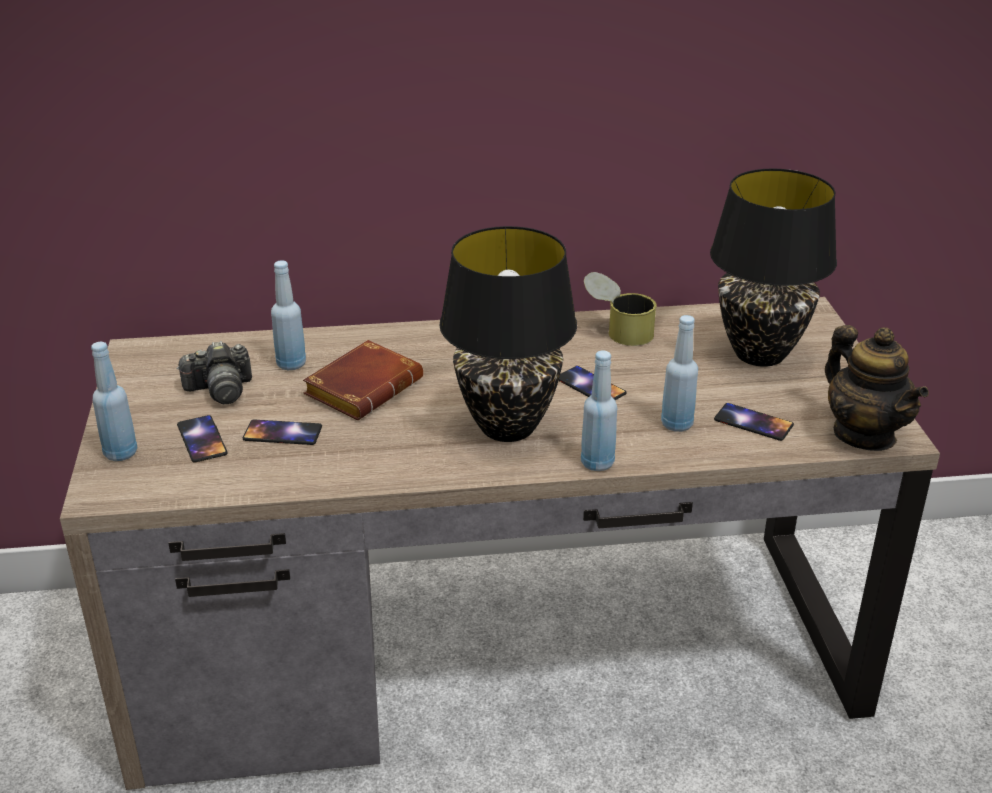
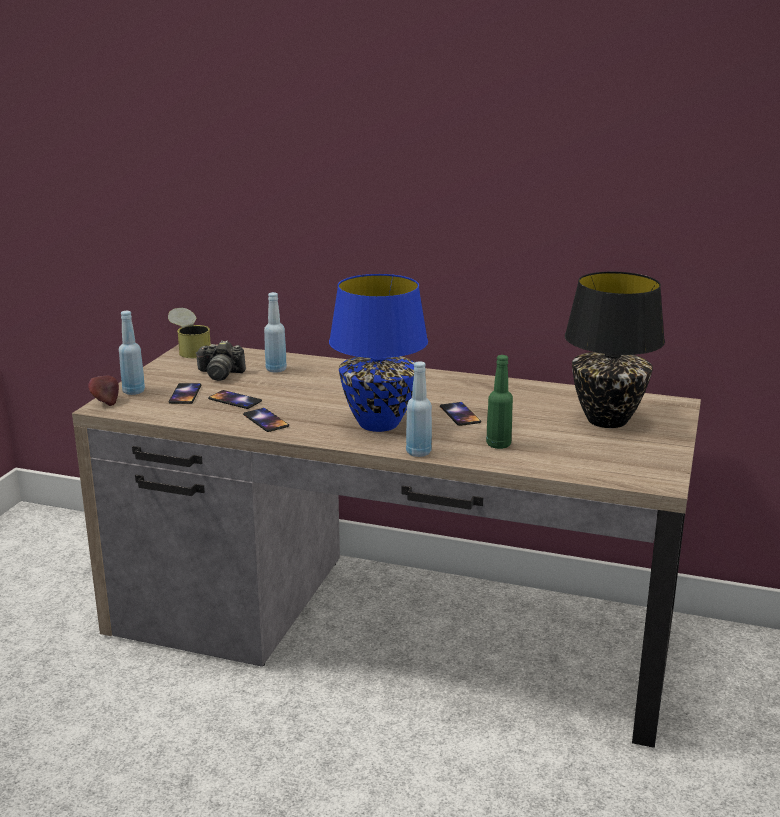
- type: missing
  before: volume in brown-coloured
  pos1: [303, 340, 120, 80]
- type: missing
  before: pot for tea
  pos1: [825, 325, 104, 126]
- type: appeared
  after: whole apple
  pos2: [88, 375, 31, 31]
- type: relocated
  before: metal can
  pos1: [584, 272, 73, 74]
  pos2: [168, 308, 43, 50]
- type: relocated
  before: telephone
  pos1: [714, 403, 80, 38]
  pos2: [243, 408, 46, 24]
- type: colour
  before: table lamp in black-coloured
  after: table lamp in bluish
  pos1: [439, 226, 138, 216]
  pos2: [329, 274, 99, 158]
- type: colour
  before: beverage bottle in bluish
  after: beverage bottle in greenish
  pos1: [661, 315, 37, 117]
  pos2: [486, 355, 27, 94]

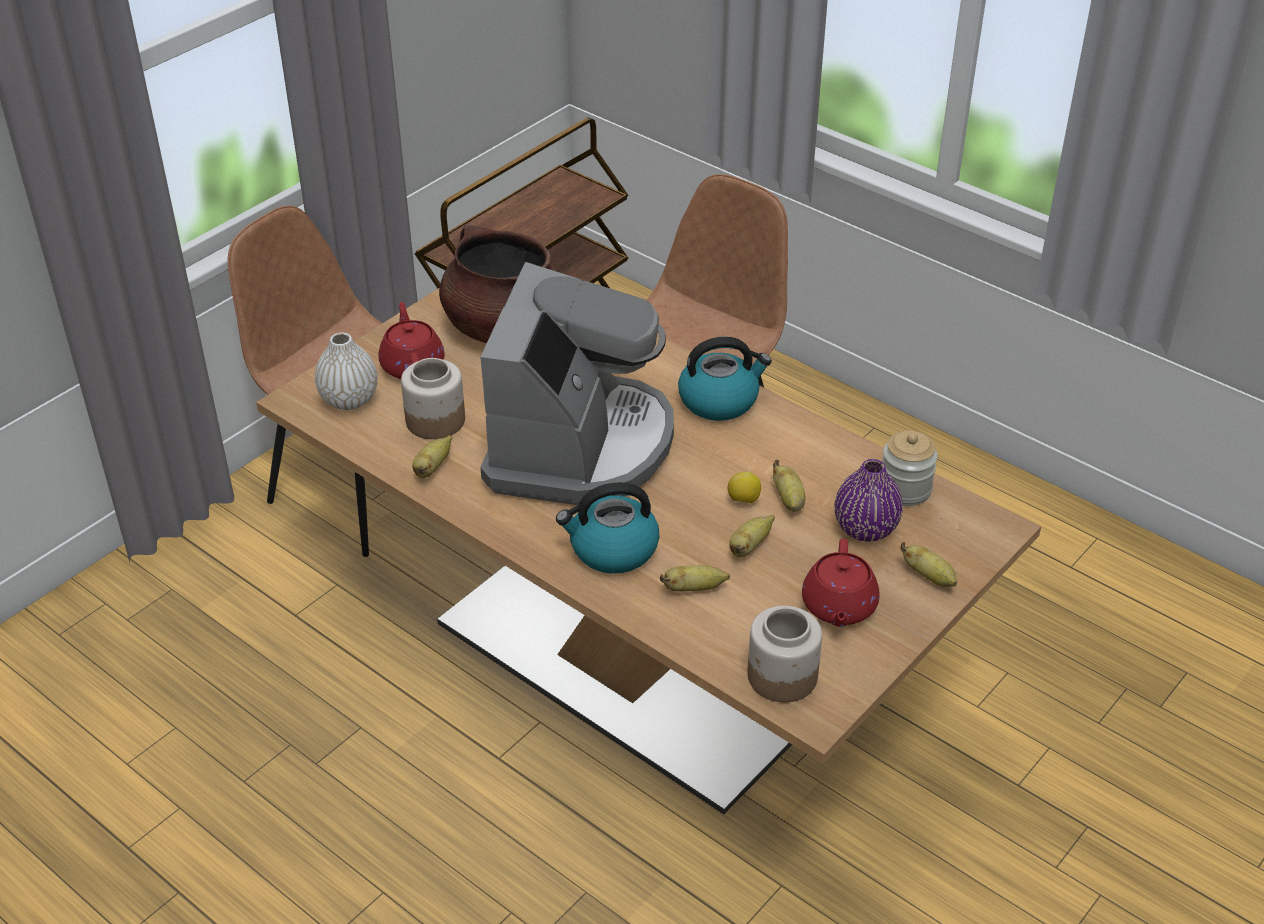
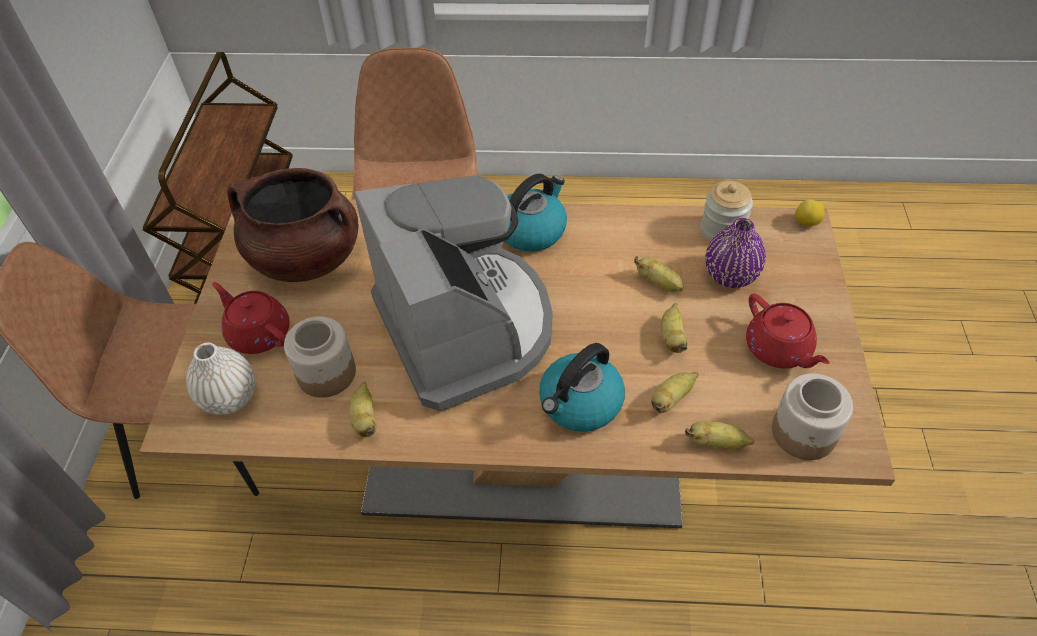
- type: relocated
  before: citrus fruit
  pos1: [728, 472, 33, 32]
  pos2: [795, 199, 30, 28]
- type: relocated
  before: banana fruit
  pos1: [900, 542, 57, 45]
  pos2: [685, 421, 69, 28]

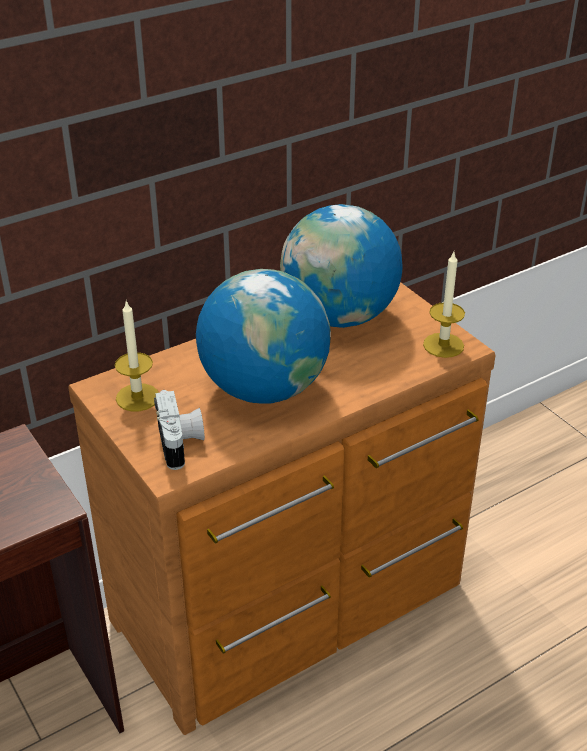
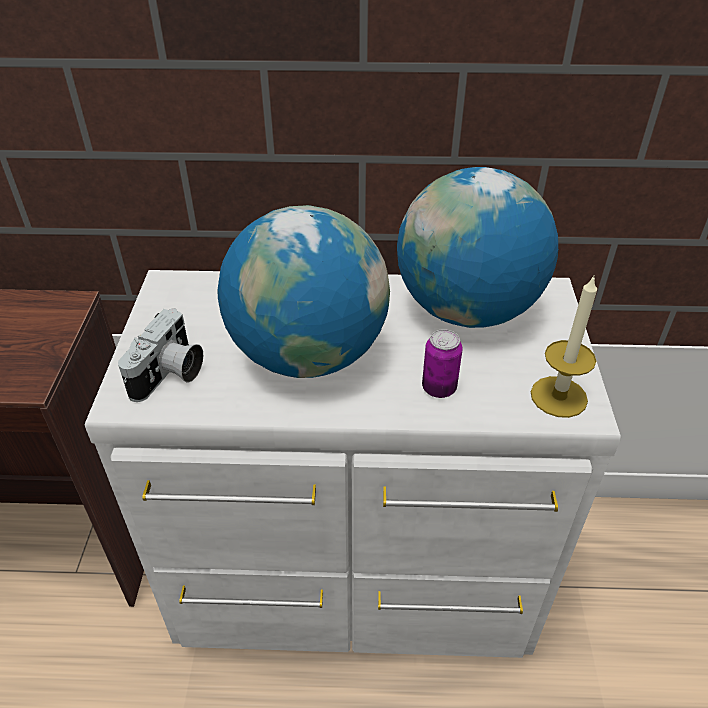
- type: missing
  before: wax light
  pos1: [115, 300, 44, 111]
- type: appeared
  after: metal can
  pos2: [422, 329, 41, 69]
- type: colour
  before: dresser in brown-coloured
  after: dresser in white-coloured
  pos1: [68, 282, 428, 453]
  pos2: [85, 270, 536, 388]

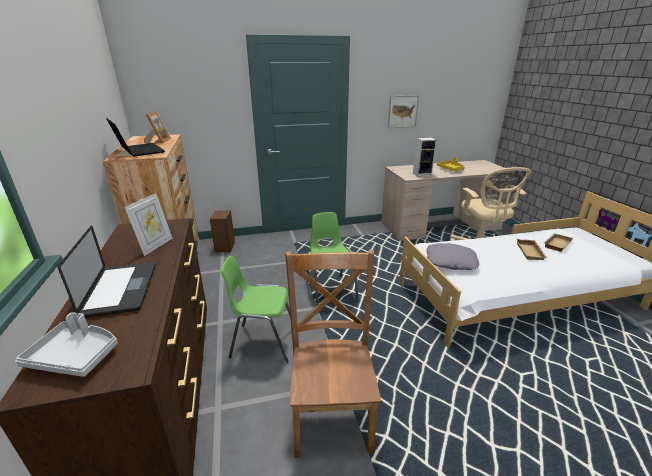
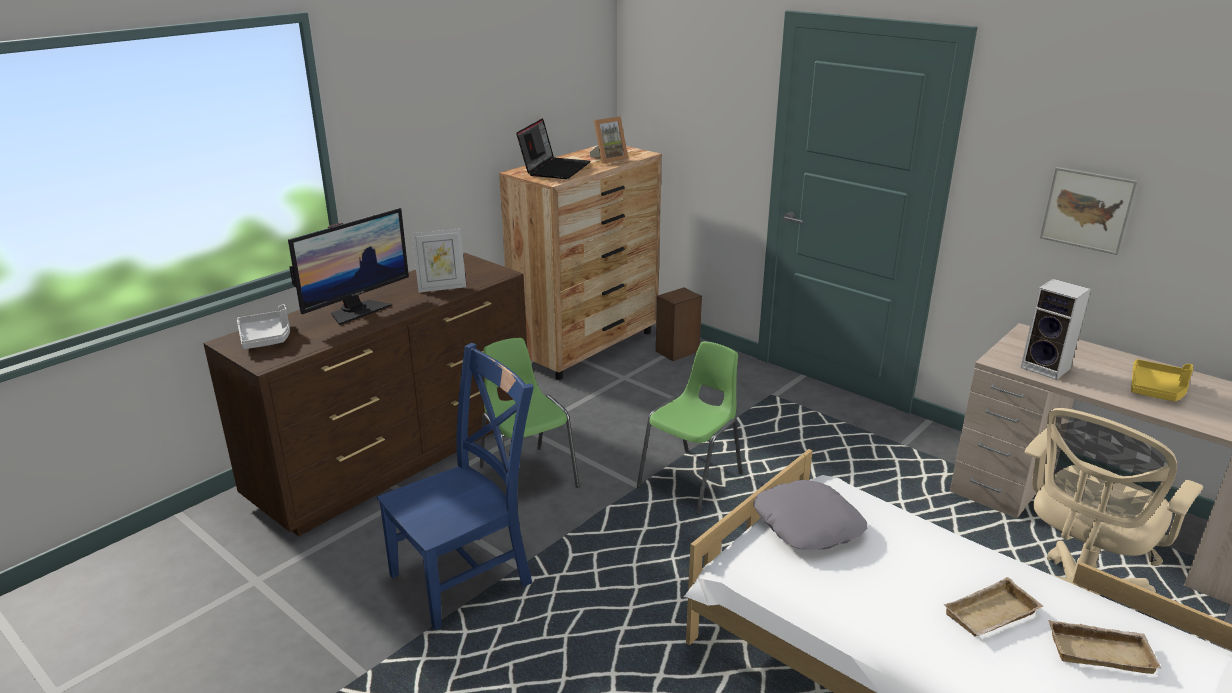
- type: exchanged
  before: portable computer
  after: computer screen
  pos1: [58, 225, 98, 93]
  pos2: [288, 208, 121, 117]
- type: colour
  before: chair in brown-coloured
  after: chair in bluish
  pos1: [285, 250, 96, 208]
  pos2: [377, 343, 157, 287]

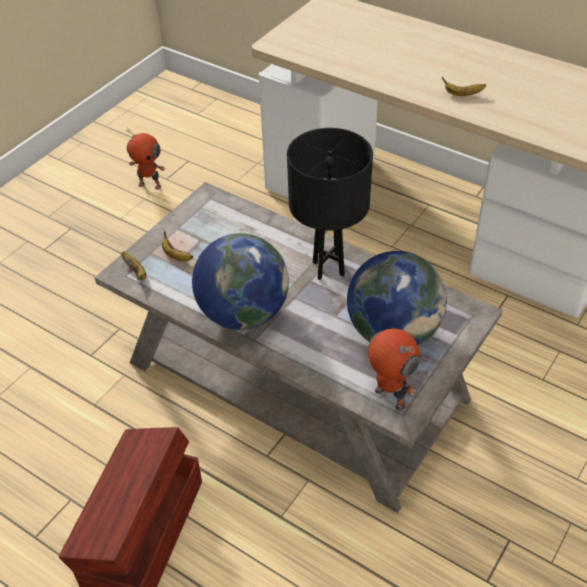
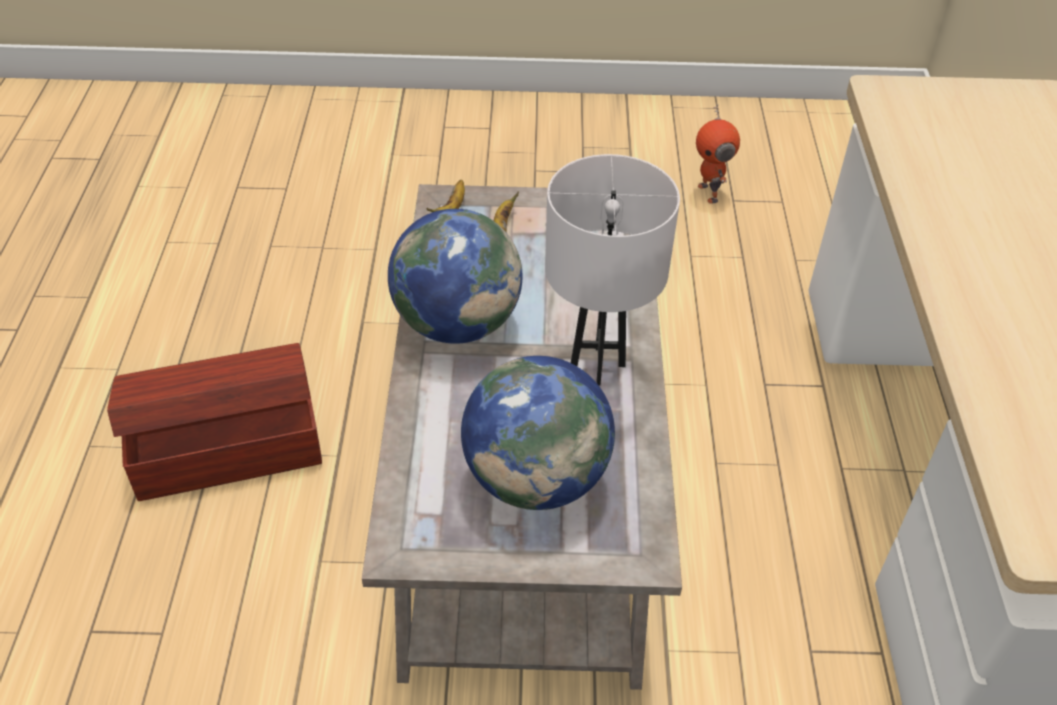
- type: missing
  before: robot figure
  pos1: [368, 328, 52, 83]
- type: missing
  before: banana fruit
  pos1: [442, 77, 44, 19]
- type: colour
  before: table lamp in black-coloured
  after: table lamp in white-coloured
  pos1: [287, 128, 86, 152]
  pos2: [545, 154, 135, 232]

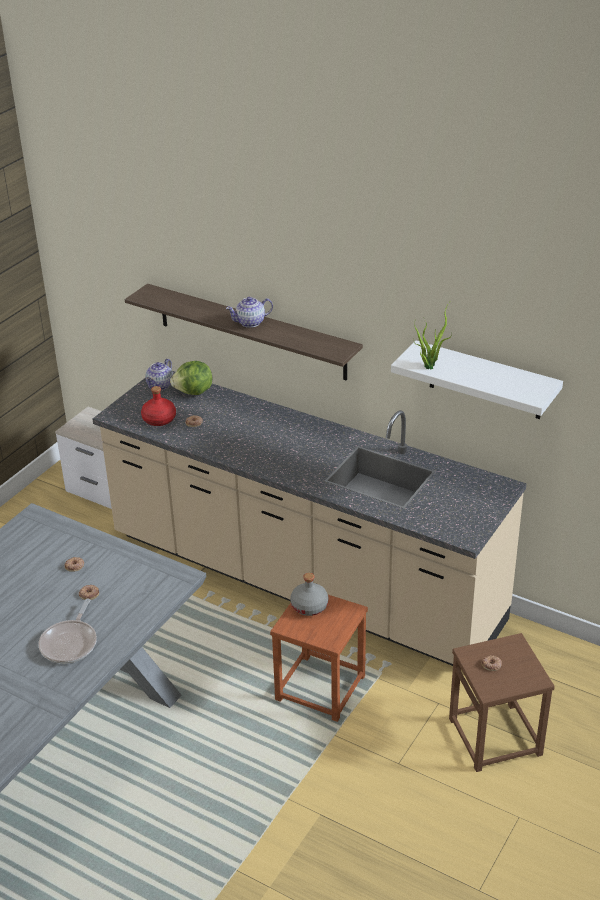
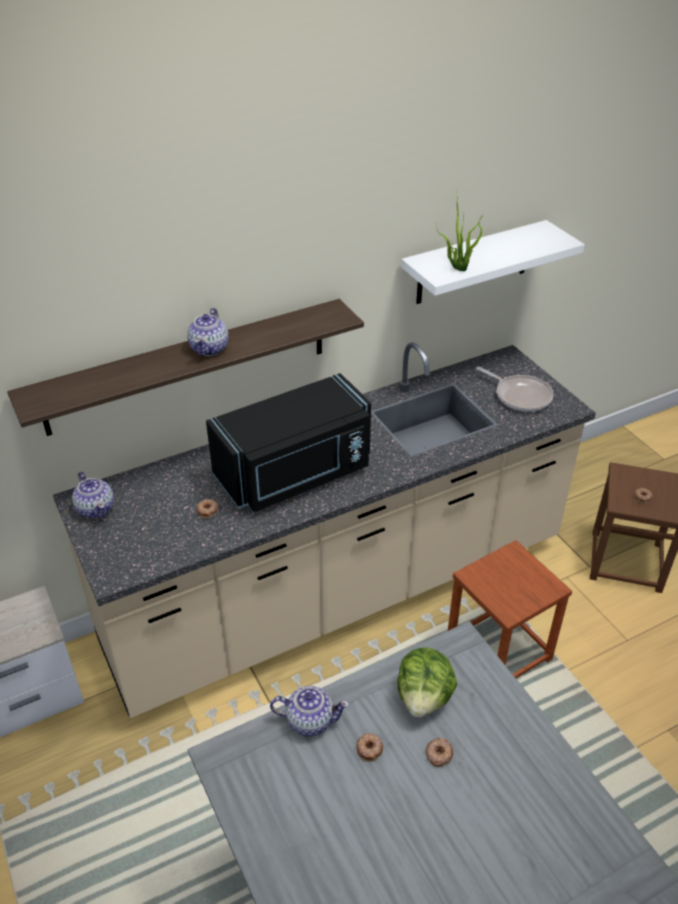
- type: missing
  before: beverage bottle in reddish
  pos1: [141, 386, 35, 40]
- type: missing
  before: beverage bottle in greyish
  pos1: [290, 573, 39, 43]
- type: appeared
  after: microwave in black-coloured
  pos2: [206, 373, 165, 139]
- type: appeared
  after: pot for tea
  pos2: [270, 686, 79, 50]
- type: relocated
  before: frying pan
  pos1: [38, 598, 59, 66]
  pos2: [476, 367, 77, 45]
- type: relocated
  before: head of lettuce
  pos1: [170, 361, 42, 34]
  pos2: [397, 647, 60, 70]

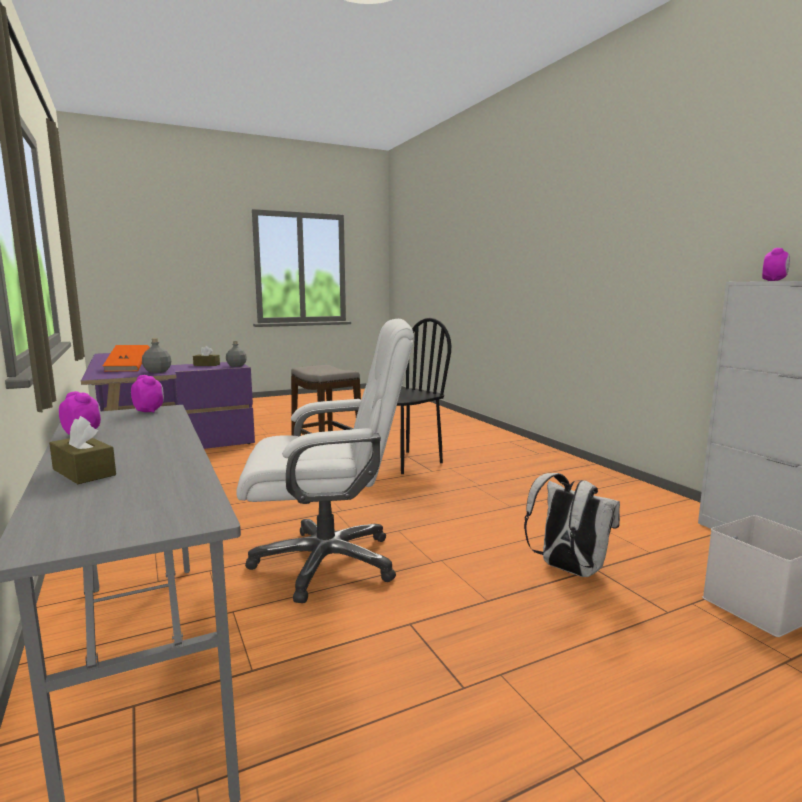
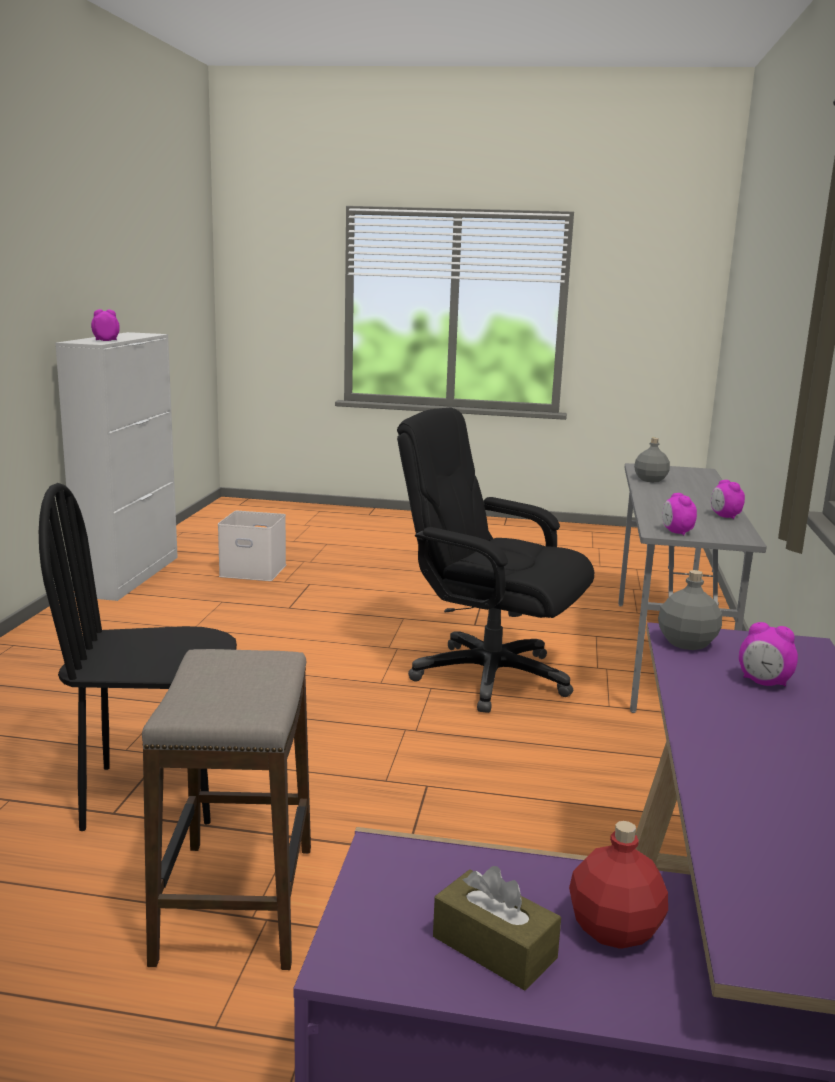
- type: missing
  before: tissue holder in brown-coloured
  pos1: [49, 416, 67, 68]
- type: missing
  before: backpack in white-coloured
  pos1: [524, 473, 96, 104]
- type: appeared
  after: beverage bottle in reddish
  pos2: [569, 821, 99, 128]
- type: relocated
  before: beverage bottle in greyish
  pos1: [226, 341, 21, 26]
  pos2: [634, 438, 36, 44]
- type: exchanged
  before: volume in orange-coloured
  after: table clock
  pos1: [103, 345, 47, 26]
  pos2: [739, 622, 59, 64]
- type: colour
  before: computer chair in white-coloured
  after: computer chair in black-coloured
  pos1: [236, 319, 178, 284]
  pos2: [397, 408, 197, 305]

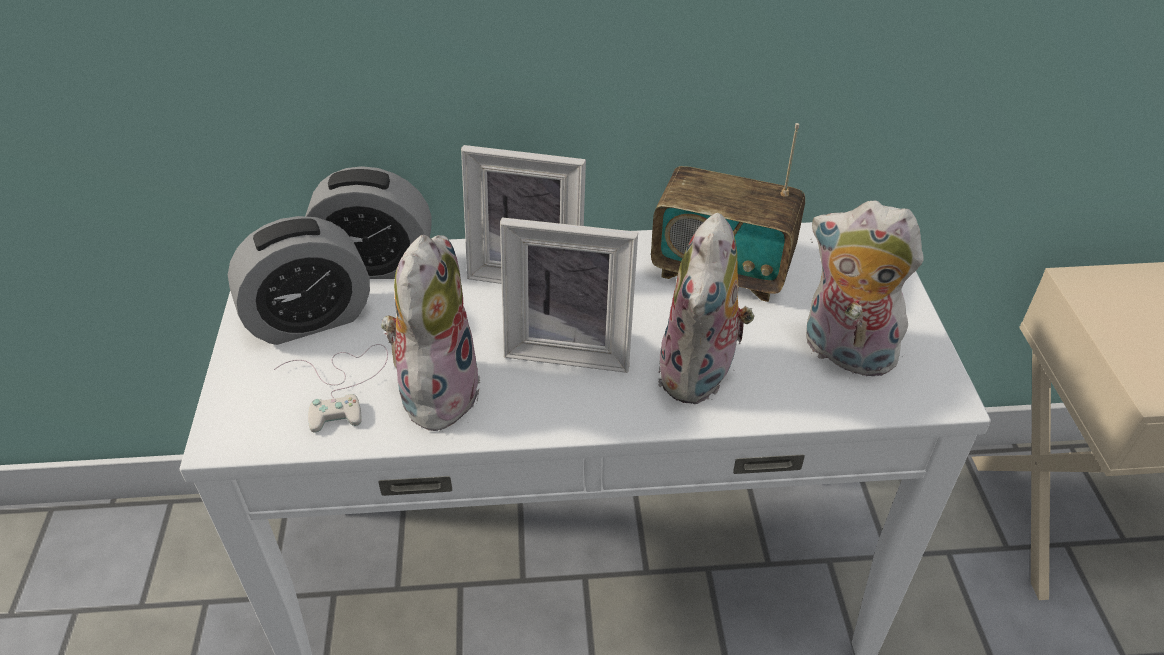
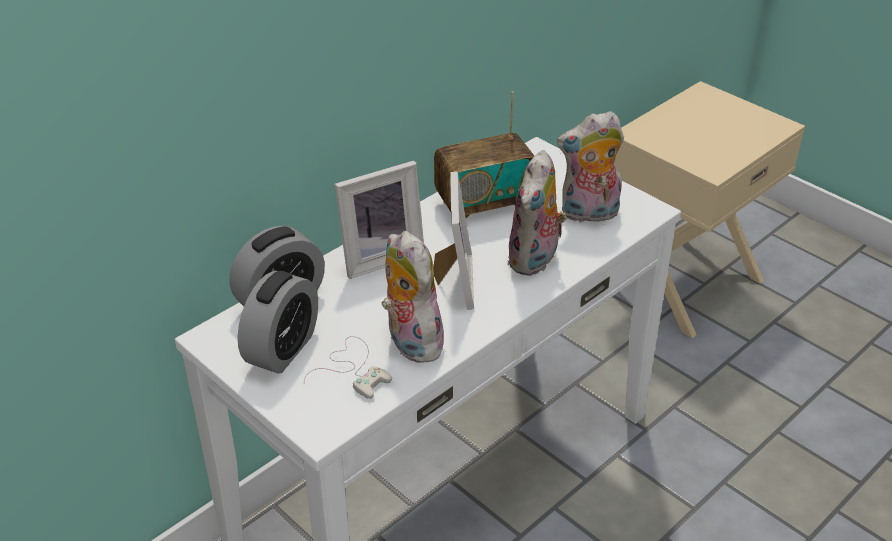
- type: spun
  before: picture frame
  pos1: [500, 217, 138, 156]
  pos2: [434, 171, 40, 139]
  turn: -60
- type: spun
  before: plush toy
  pos1: [658, 213, 97, 191]
  pos2: [507, 150, 60, 126]
  turn: 45

